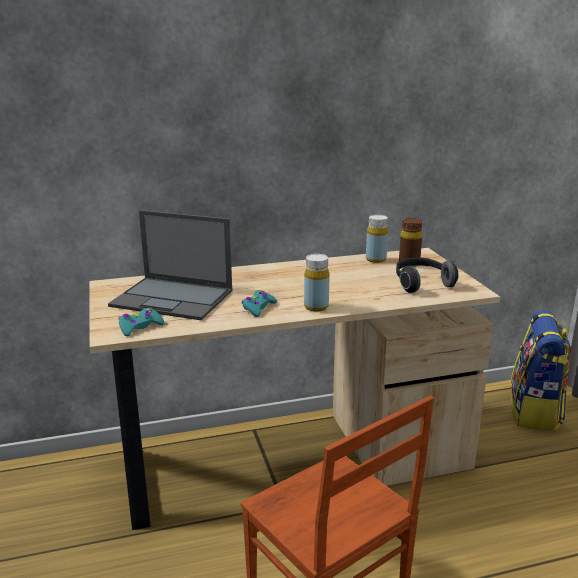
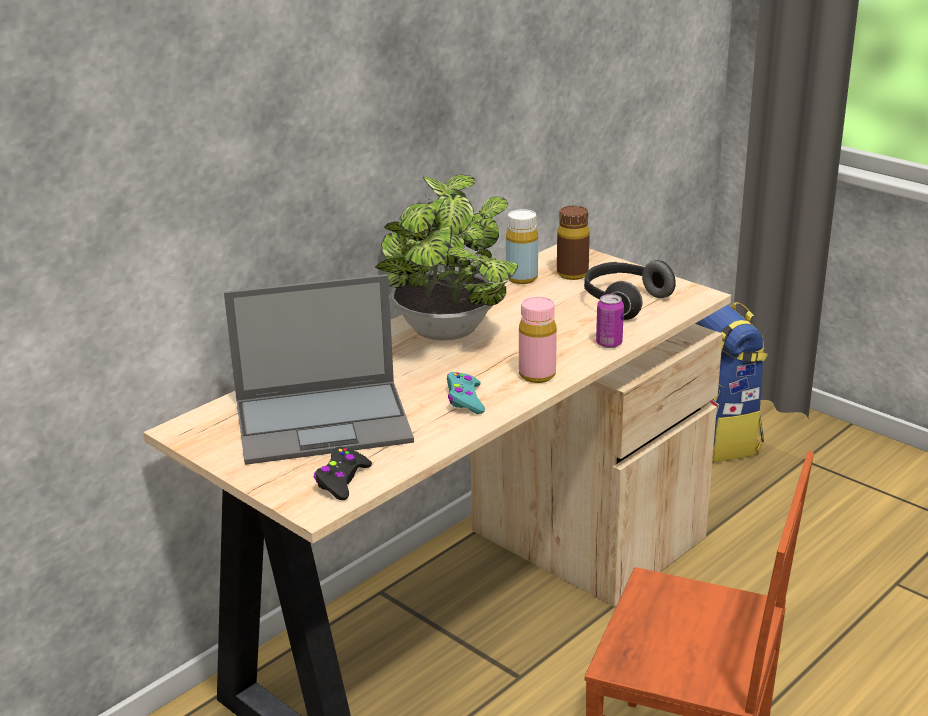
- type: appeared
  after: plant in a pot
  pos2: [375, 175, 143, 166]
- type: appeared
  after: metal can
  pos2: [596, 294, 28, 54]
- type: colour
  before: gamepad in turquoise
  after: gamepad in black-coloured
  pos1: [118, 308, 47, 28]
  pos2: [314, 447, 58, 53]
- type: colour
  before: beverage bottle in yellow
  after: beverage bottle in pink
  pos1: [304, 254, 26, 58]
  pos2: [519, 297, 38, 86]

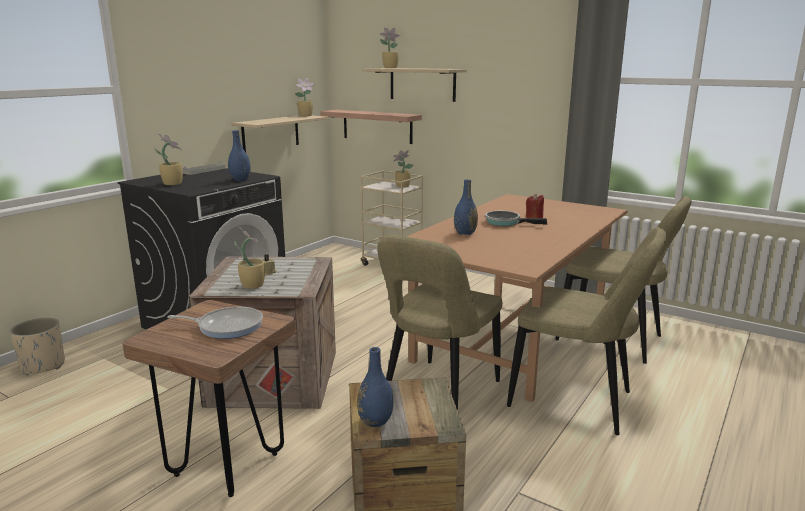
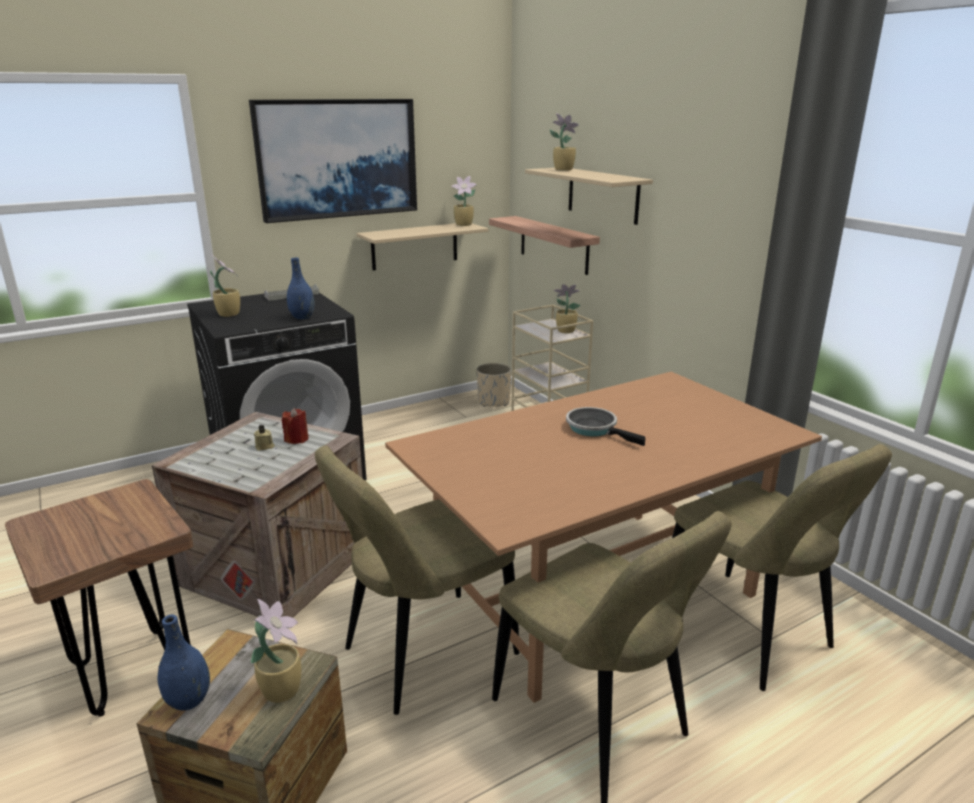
- type: missing
  before: frying pan
  pos1: [167, 307, 96, 32]
- type: missing
  before: decorative vase in bluish
  pos1: [454, 179, 24, 56]
- type: appeared
  after: picture
  pos2: [249, 99, 168, 124]
- type: relocated
  before: flower pot in beige
  pos1: [10, 318, 55, 57]
  pos2: [477, 363, 34, 44]
- type: relocated
  before: plant in a pot
  pos1: [235, 226, 30, 63]
  pos2: [251, 599, 50, 104]
- type: relocated
  before: wax light in reddish
  pos1: [526, 194, 18, 24]
  pos2: [282, 408, 27, 36]

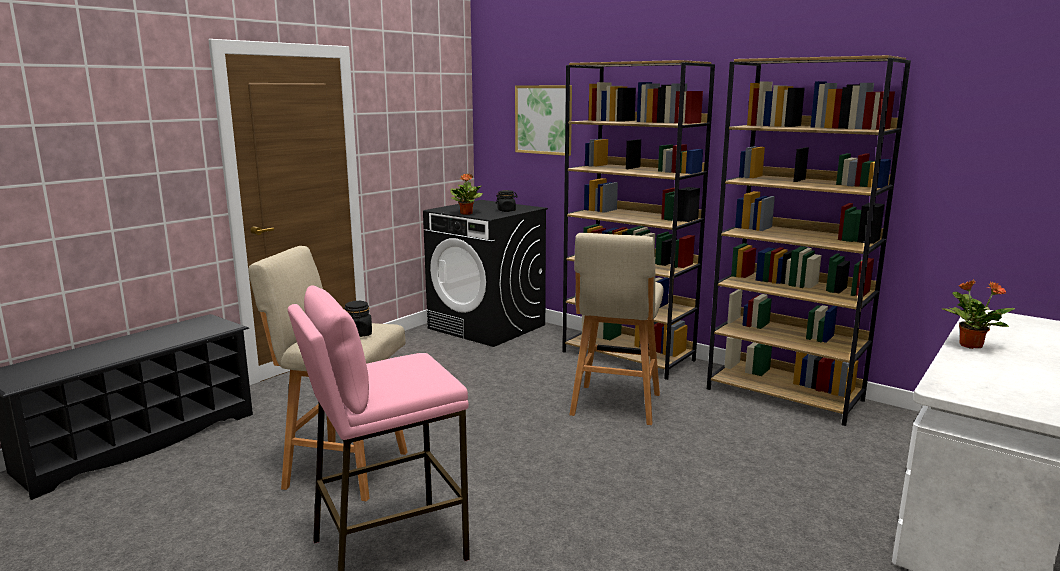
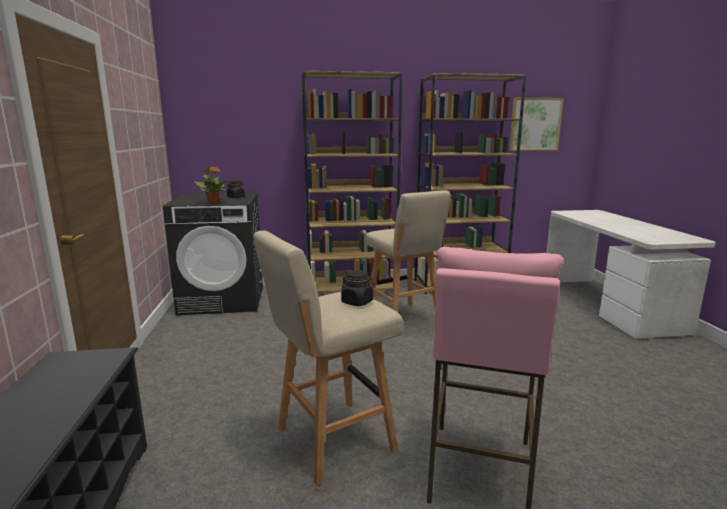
- type: missing
  before: plant in a pot
  pos1: [941, 279, 74, 70]
- type: relocated
  before: picture
  pos1: [515, 85, 57, 71]
  pos2: [509, 98, 55, 53]

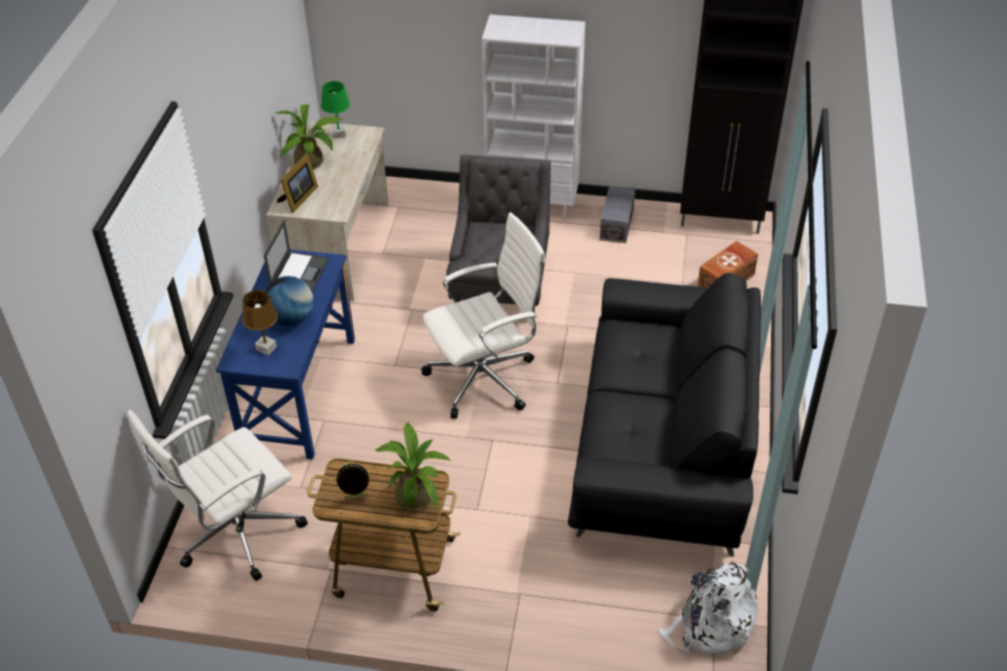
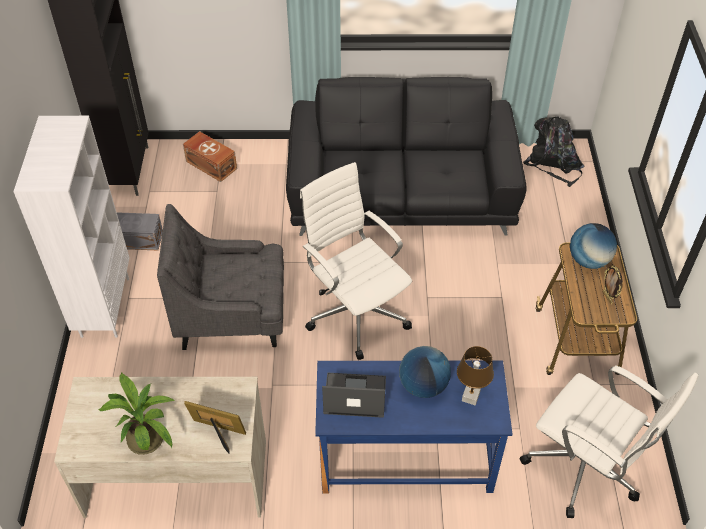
- type: missing
  before: table lamp in greenish
  pos1: [321, 81, 29, 58]
- type: exchanged
  before: plant in a pot
  after: globe
  pos1: [375, 422, 76, 90]
  pos2: [570, 223, 47, 46]
- type: colour
  before: backpack in white-coloured
  after: backpack in black-coloured
  pos1: [658, 561, 100, 93]
  pos2: [523, 116, 61, 71]

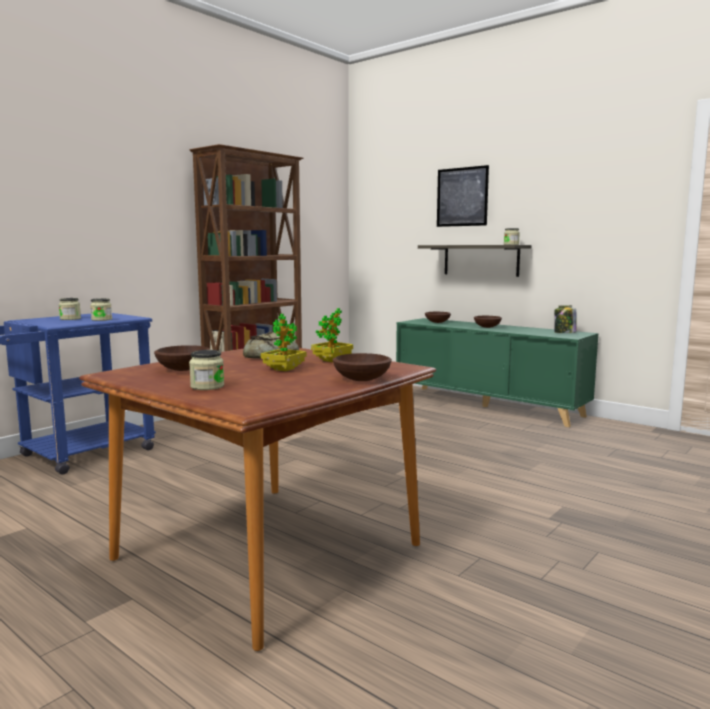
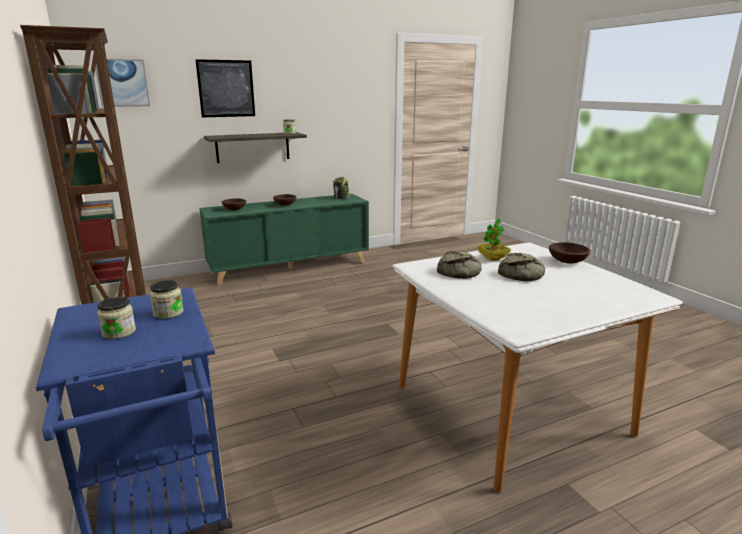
- type: missing
  before: bowl in brown-coloured
  pos1: [154, 345, 57, 26]
- type: missing
  before: storage jar
  pos1: [189, 350, 35, 40]
- type: appeared
  after: picture
  pos2: [95, 59, 55, 48]
- type: exchanged
  before: plant in a pot
  after: bread
  pos1: [261, 314, 46, 57]
  pos2: [498, 253, 47, 28]
- type: colour
  before: dining table in brown-coloured
  after: dining table in white-coloured
  pos1: [79, 348, 357, 303]
  pos2: [393, 243, 290, 249]

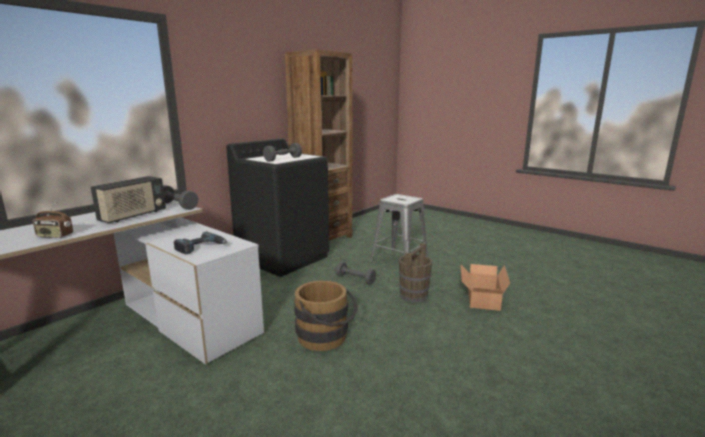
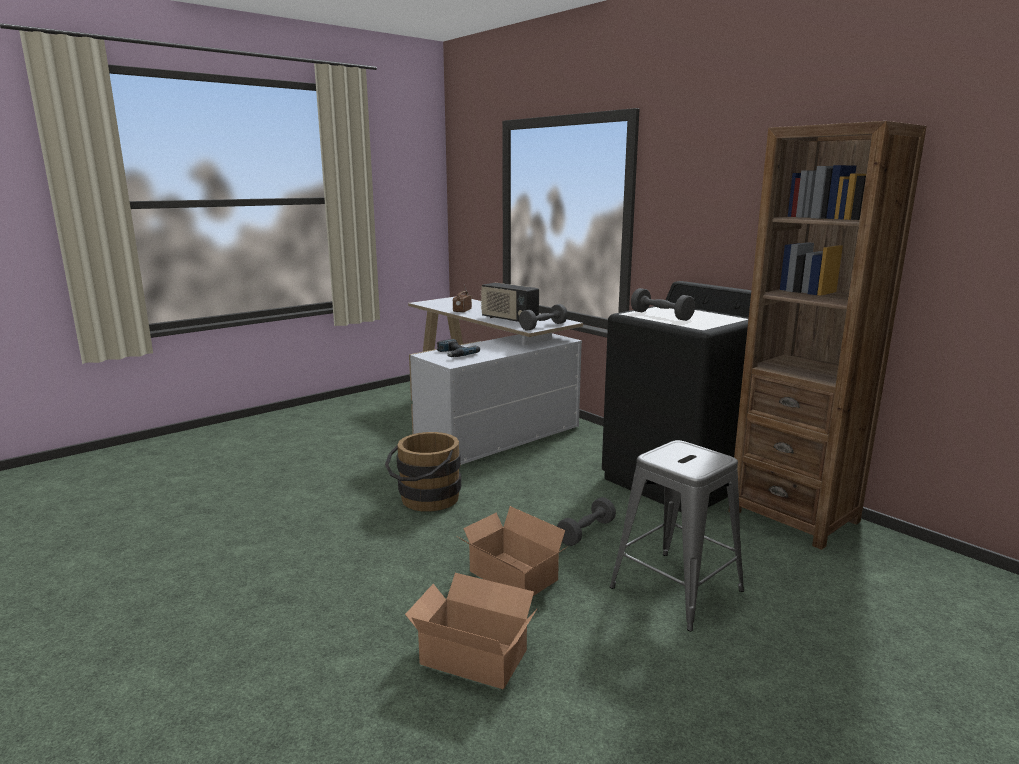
- type: exchanged
  before: water bucket in brown-coloured
  after: carton
  pos1: [399, 243, 33, 60]
  pos2: [458, 506, 110, 90]

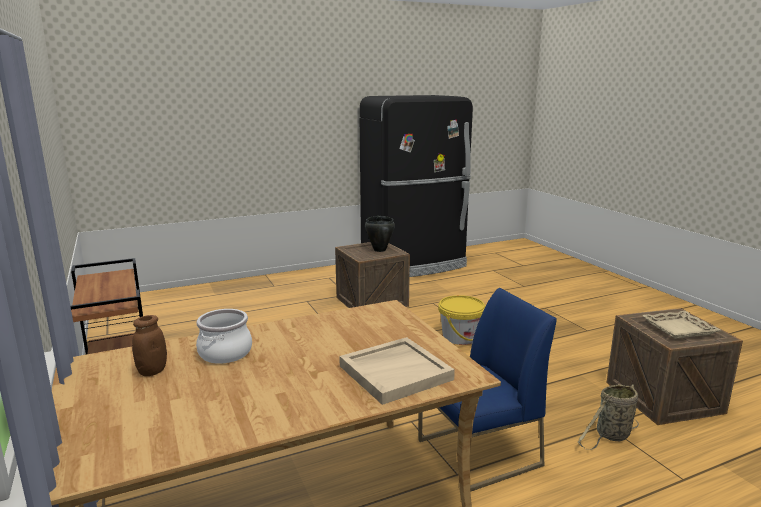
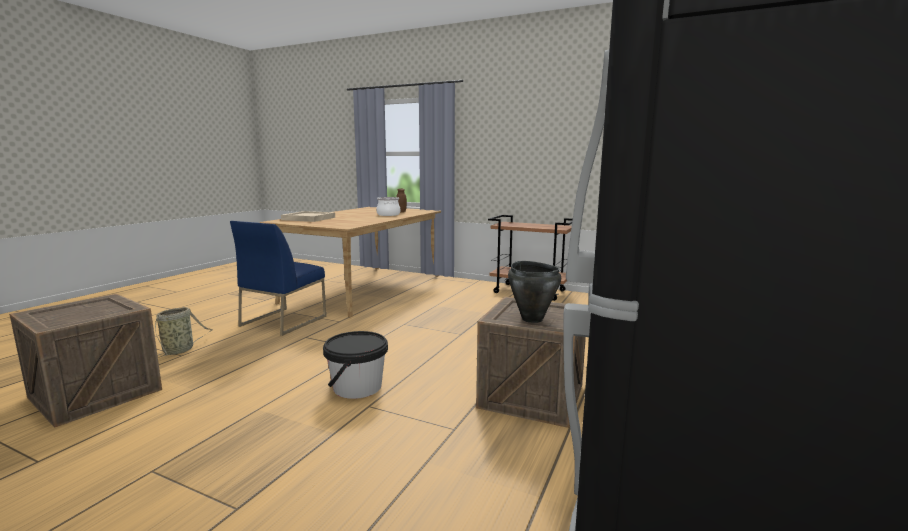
- type: missing
  before: carrying tray in beige
  pos1: [642, 311, 78, 28]
- type: colour
  before: water bucket in yellow
  after: water bucket in black-coloured
  pos1: [438, 295, 48, 50]
  pos2: [323, 331, 65, 68]

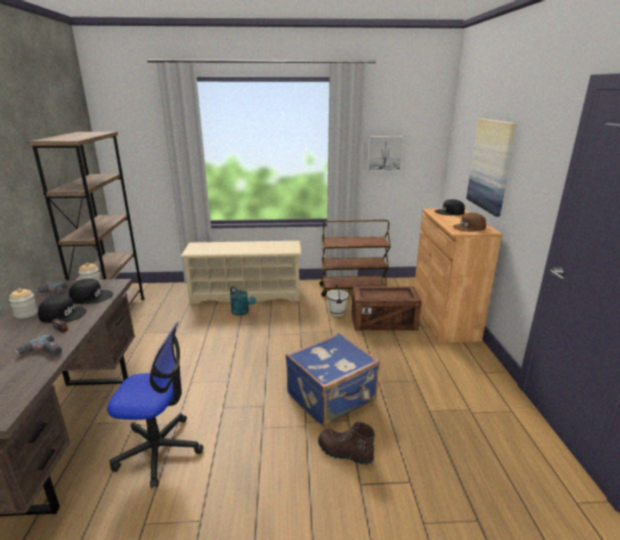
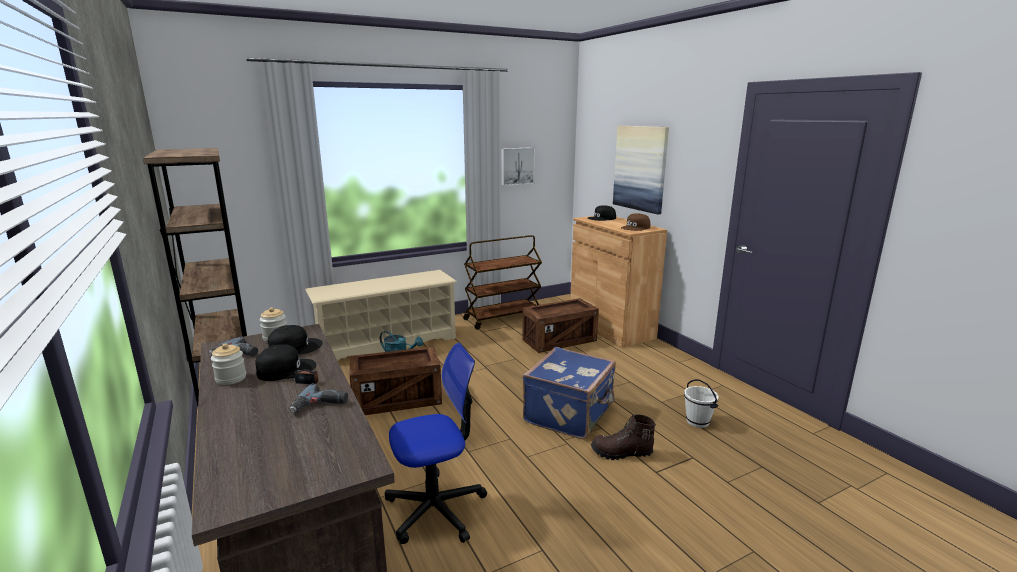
- type: appeared
  after: shipping crate
  pos2: [350, 346, 92, 69]
- type: relocated
  before: water bucket in white-coloured
  pos1: [327, 285, 21, 31]
  pos2: [684, 379, 35, 49]

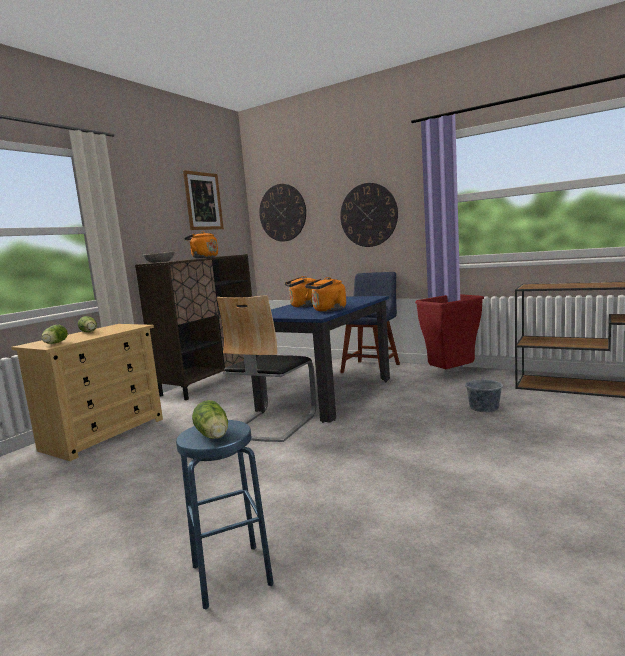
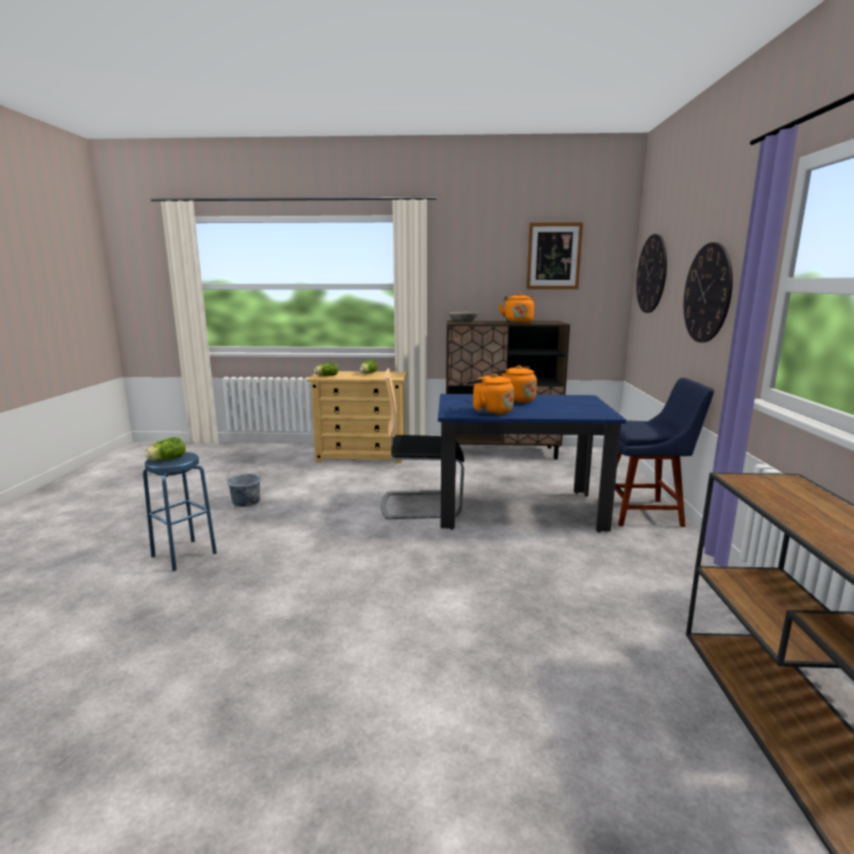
- type: missing
  before: rubbish bin in reddish
  pos1: [415, 294, 69, 75]
- type: relocated
  before: water bucket in greyish
  pos1: [465, 366, 38, 46]
  pos2: [227, 461, 34, 46]

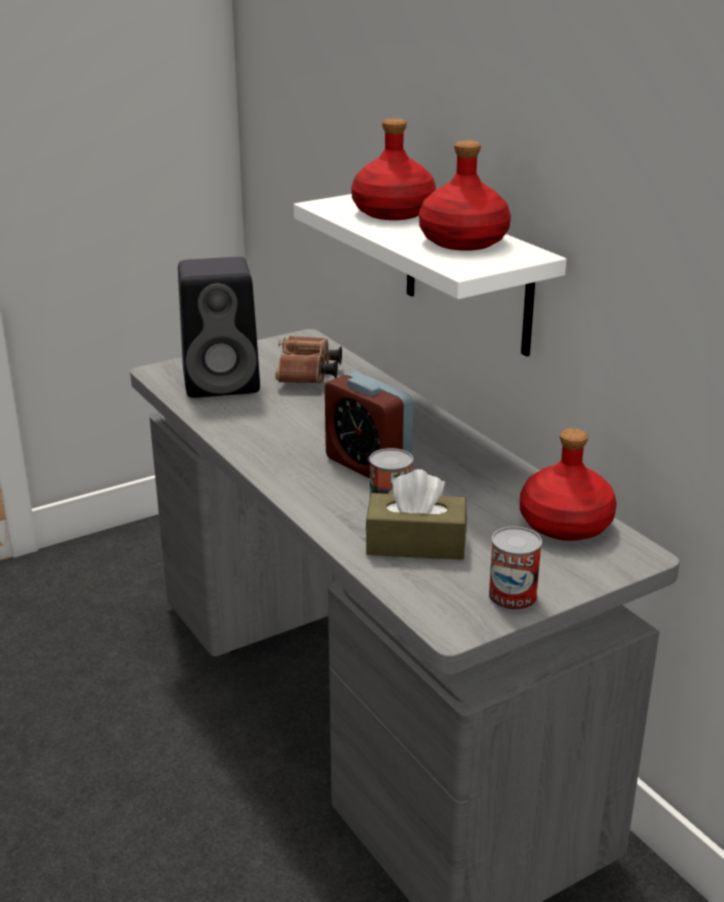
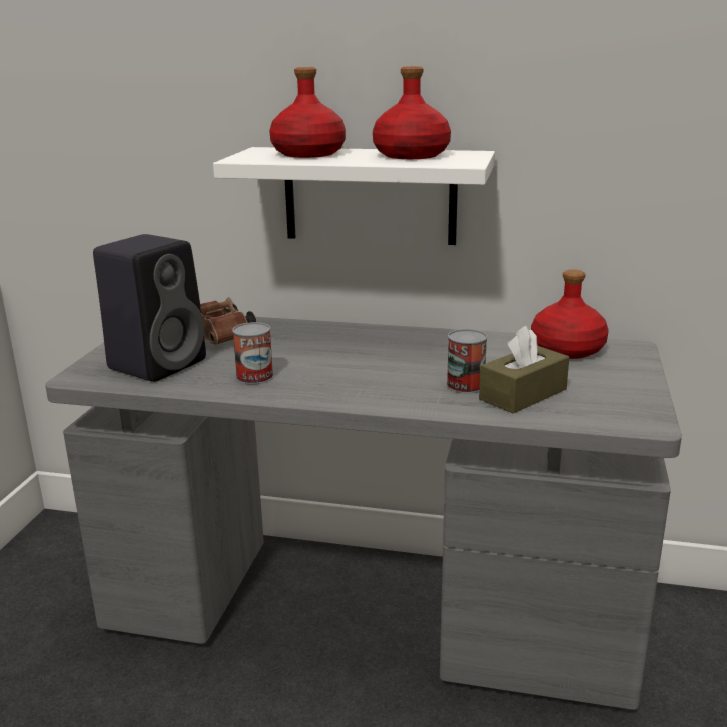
- type: missing
  before: table clock
  pos1: [325, 372, 89, 107]
- type: relocated
  before: metal can
  pos1: [488, 527, 54, 84]
  pos2: [232, 322, 41, 62]

